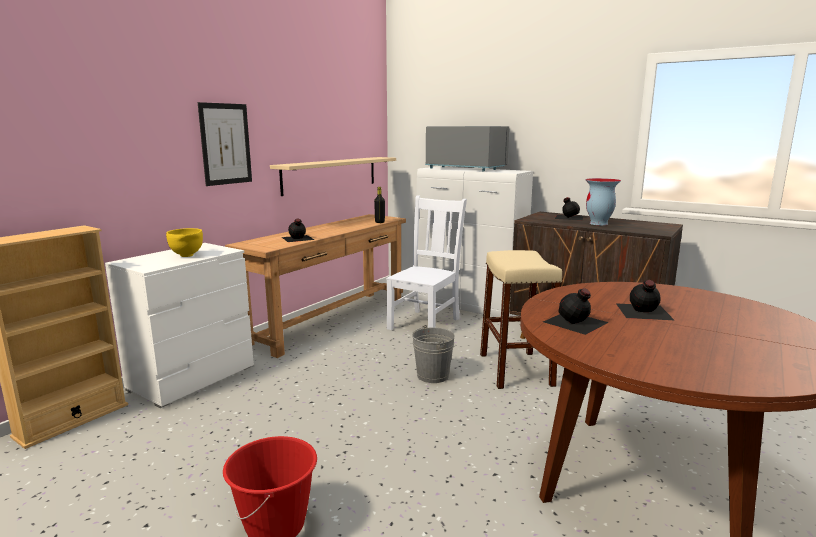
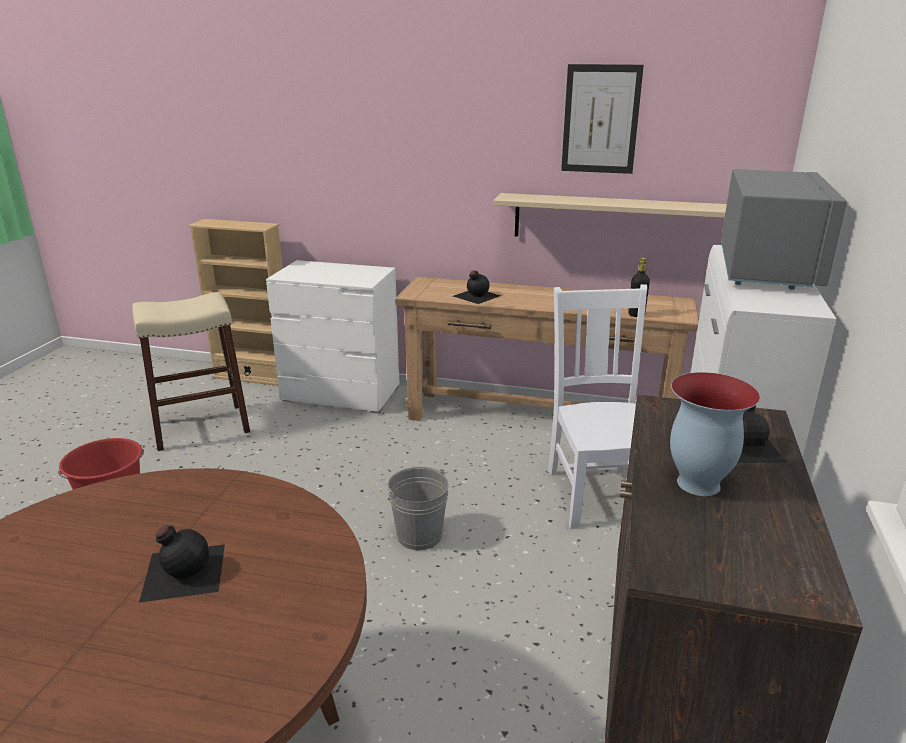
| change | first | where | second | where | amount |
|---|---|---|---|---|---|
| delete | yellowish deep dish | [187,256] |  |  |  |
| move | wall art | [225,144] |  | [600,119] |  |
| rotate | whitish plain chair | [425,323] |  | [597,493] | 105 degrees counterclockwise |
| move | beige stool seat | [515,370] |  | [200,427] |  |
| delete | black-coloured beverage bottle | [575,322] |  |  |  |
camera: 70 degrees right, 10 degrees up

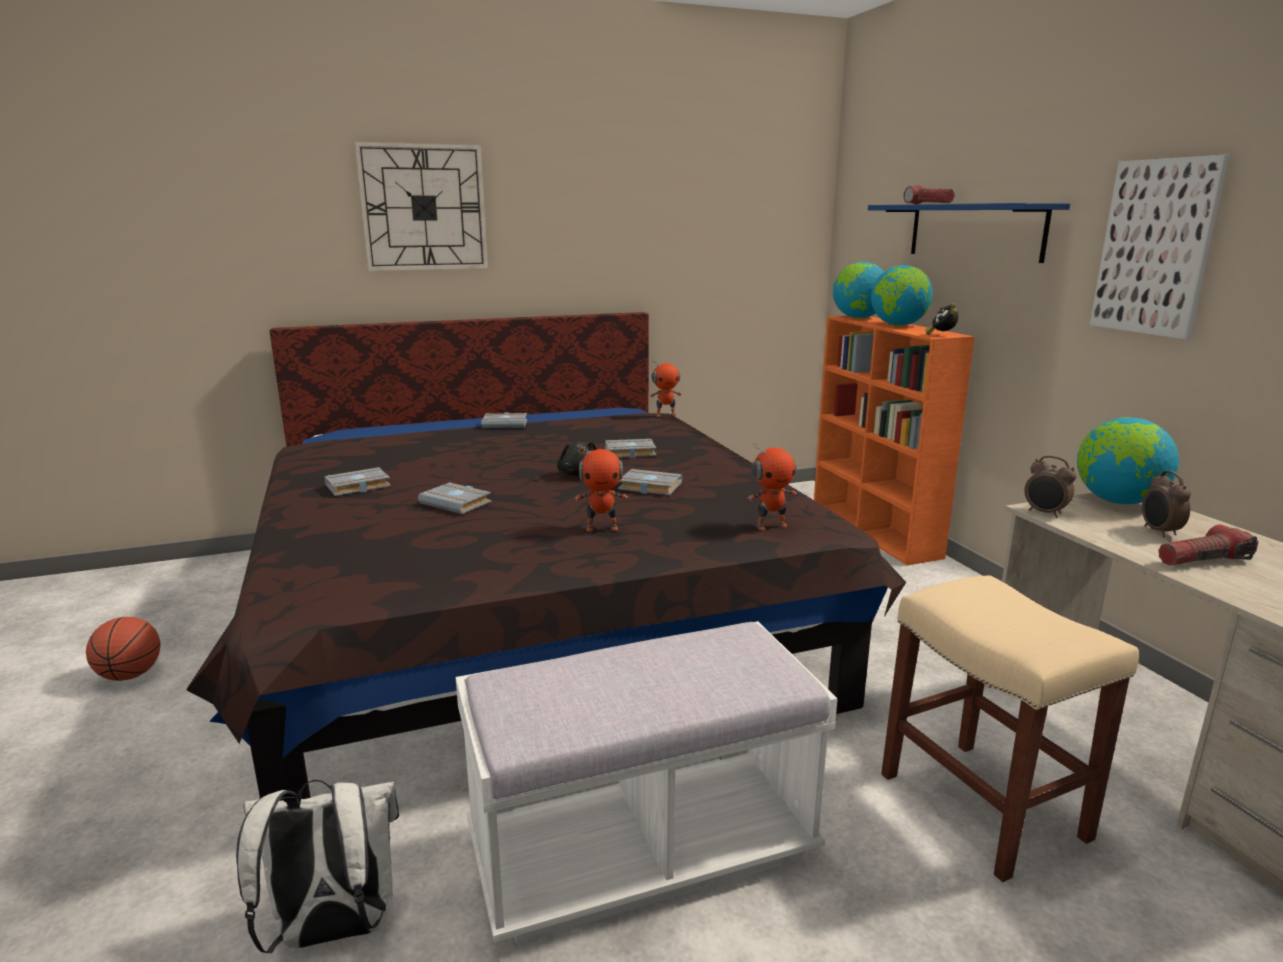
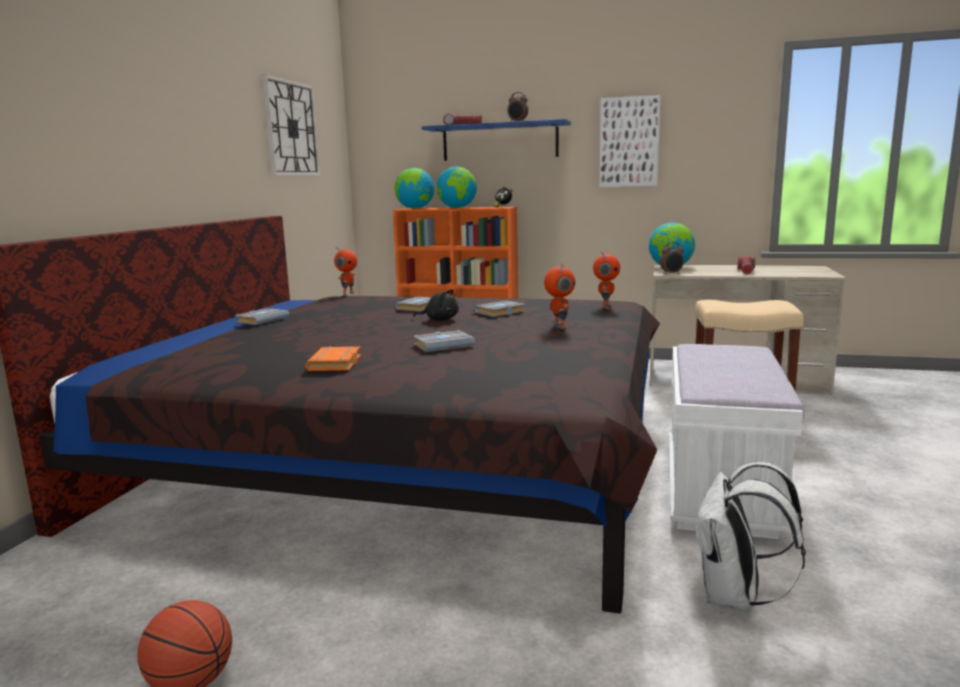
| change | first | where | second | where | amount |
|---|---|---|---|---|---|
| recolor | greyish volume | [357,487] | orange volume | [336,364] |  |
| move | hanging clock | [424,208] |  | [291,128] |  |
| rotate | model robot | [602,528] |  | [559,327] | 45 degrees counterclockwise |
| move | table clock | [1159,532] |  | [517,122] |  |
camera: 55 degrees left, 5 degrees down

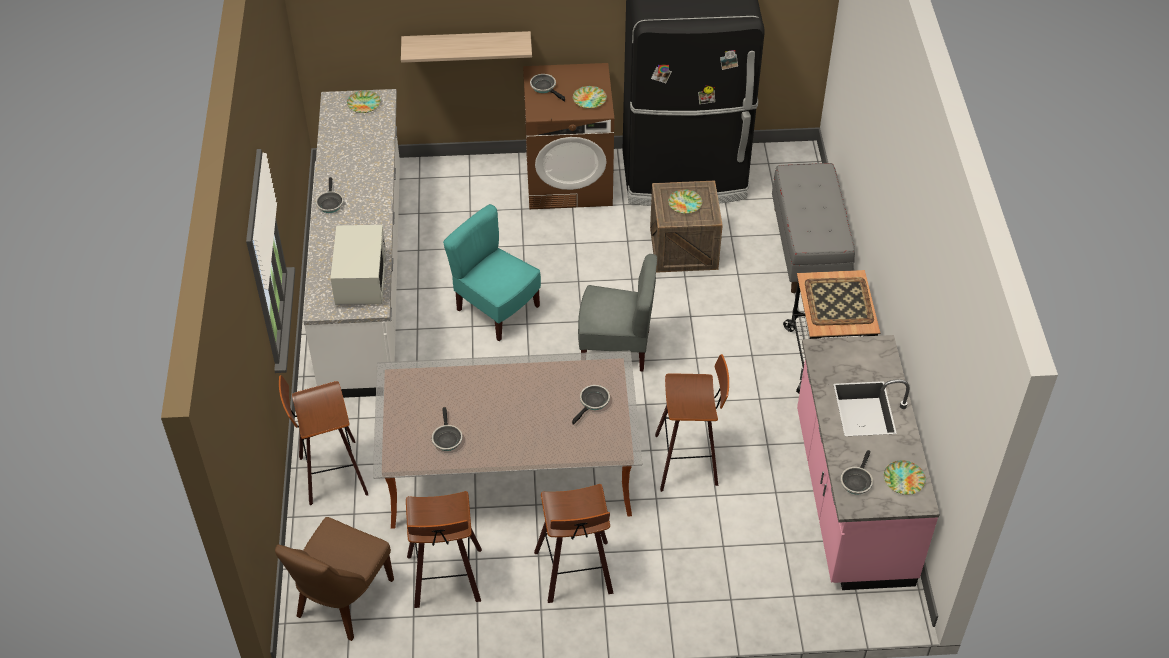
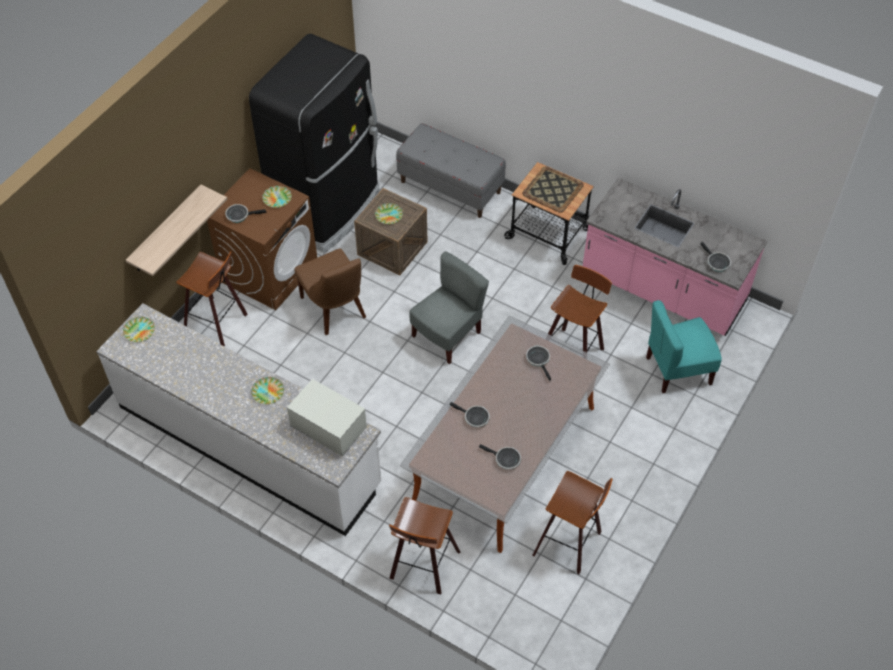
| change | first | where | second | where | amount |
|---|---|---|---|---|---|
| move | brown plain chair | [342,601] |  | [335,309] |  |
| move | pan | [330,203] |  | [474,418] |  |
| move | turquoise-coloured plain chair | [496,309] |  | [677,370] |  |
| move | stool seat | [576,574] |  | [218,323] |  |
| move | flat dish | [903,479] |  | [267,392] |  |
camera: 55 degrees left, 5 degrees up

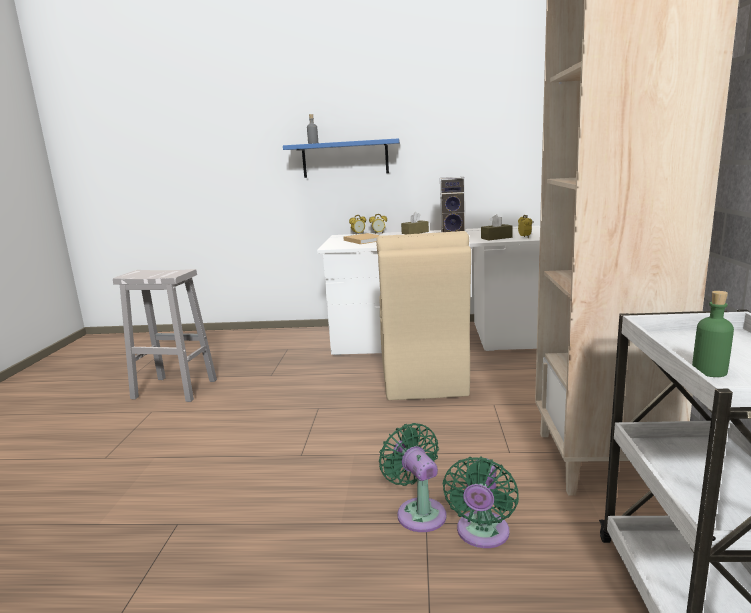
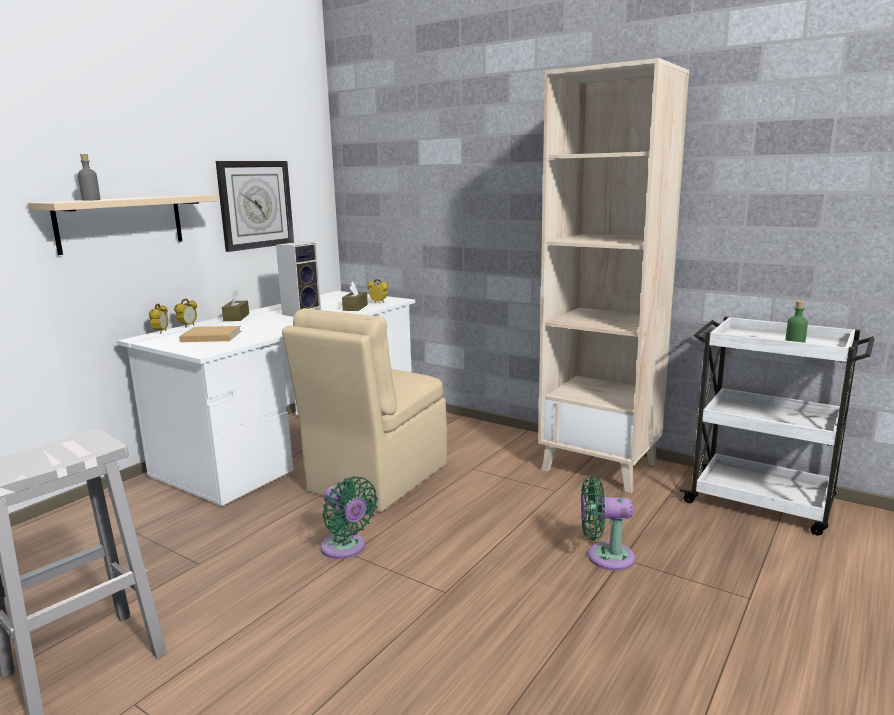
| change | first | where | second | where | amount |
|---|---|---|---|---|---|
| recolor | blue shelf | [345,159] | beige shelf | [120,223] |  |
| rotate | beige plain chair | [423,379] |  | [376,479] | 90 degrees clockwise |
| move | greenish cooling fan | [482,534] |  | [346,548] |  |
| insert |  |  | hanging clock | [255,204] |  |
camera: 60 degrees left, 0 degrees up

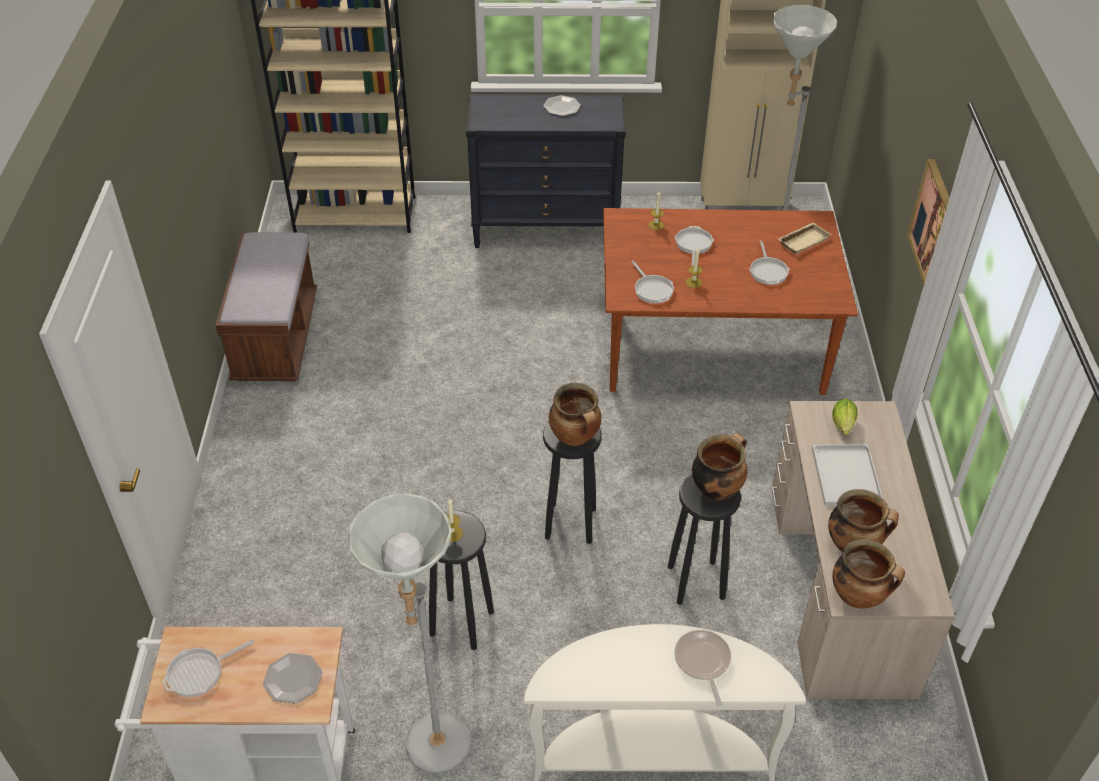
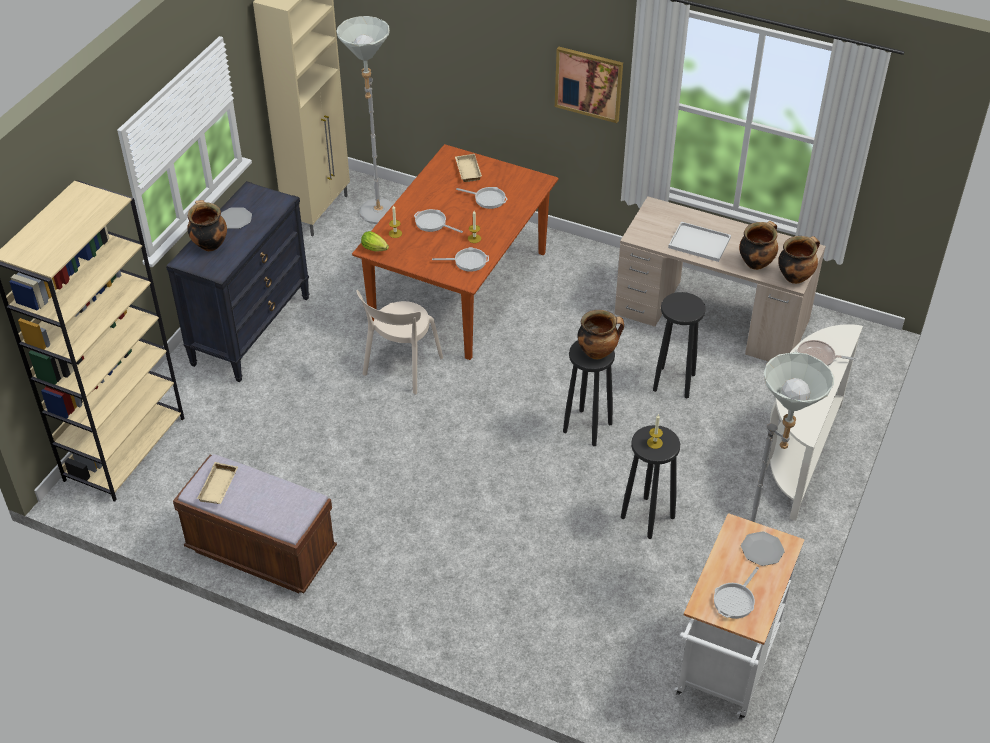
| change | first | where | second | where | amount |
|---|---|---|---|---|---|
| rotate | pan | [199,673] |  | [735,600] | 45 degrees clockwise |
| move | saucepot | [716,489] |  | [209,244] |  |
| move | head of lettuce | [843,426] |  | [376,249] |  |
| insert |  |  | beige serving tray | [219,487] |  |
| insert |  |  | beige plain chair | [401,368] |  |
camera: 65 degrees left, 0 degrees up

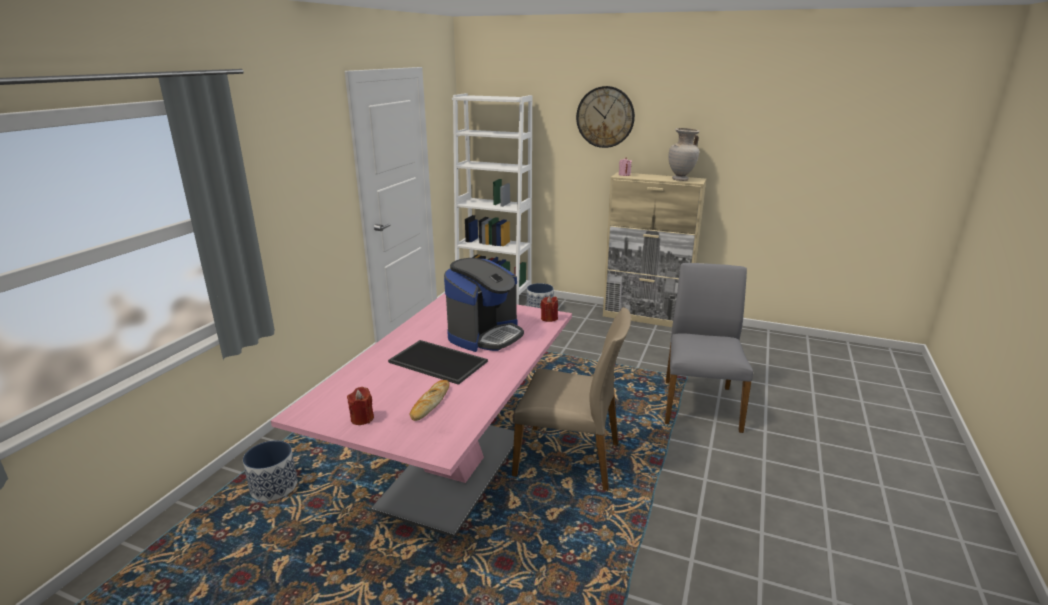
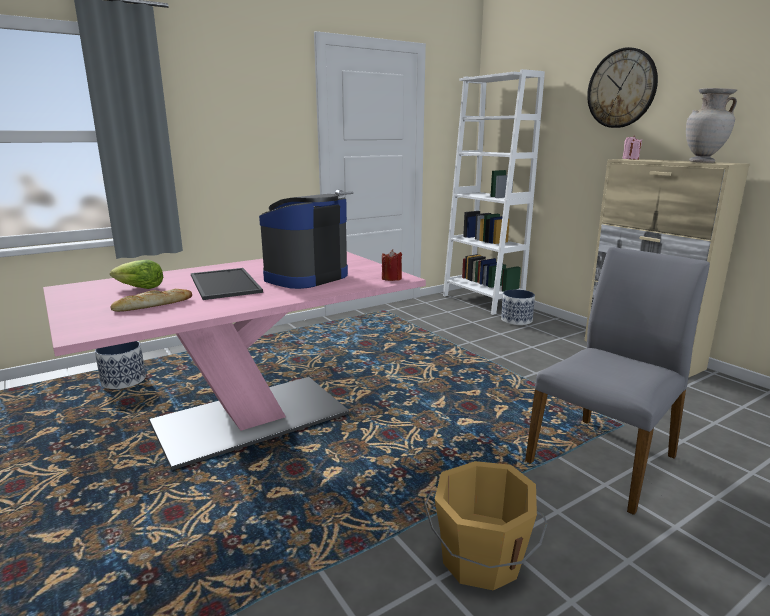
| change | first | where | second | where | amount |
|---|---|---|---|---|---|
| delete | red candle | [362,418] |  |  |  |
| rotate | coffee machine | [485,335] |  | [305,277] | 150 degrees clockwise |
| delete | beige plain chair | [569,459] |  |  |  |
| insert |  |  | head of lettuce | [139,288] |  |
| insert |  |  | orange bucket | [480,560] |  |
camera: 35 degrees right, 5 degrees down

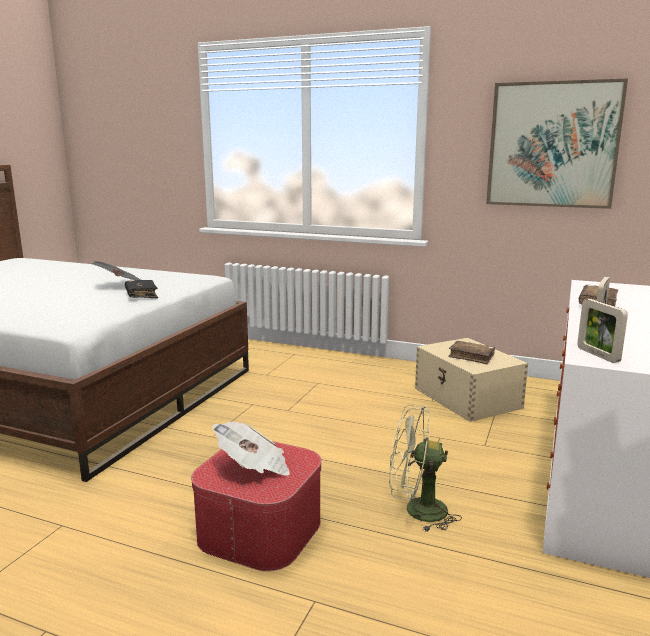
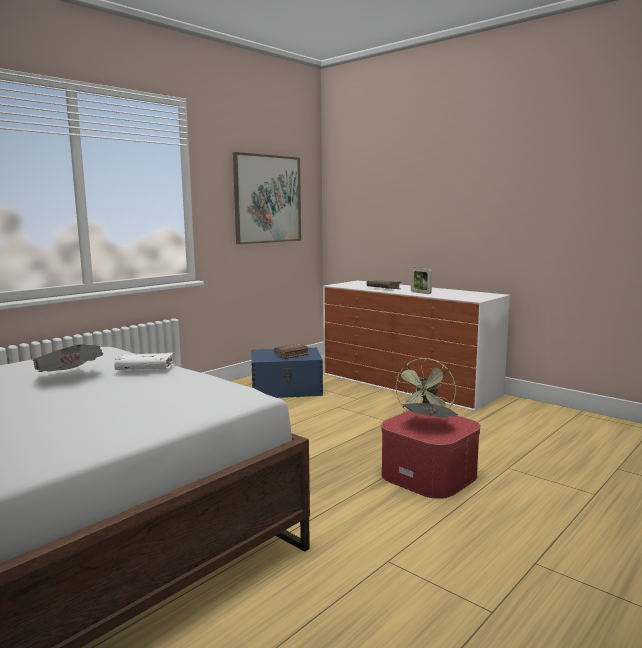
| change | first | where | second | where | amount |
|---|---|---|---|---|---|
| recolor | black-coloured volume | [141,295] | whitish volume | [145,369] |  |
| recolor | beige storage bin | [467,398] | blue storage bin | [287,389] |  |
| delete | standing frame | [597,355] |  |  |  |
camera: 70 degrees left, 5 degrees down

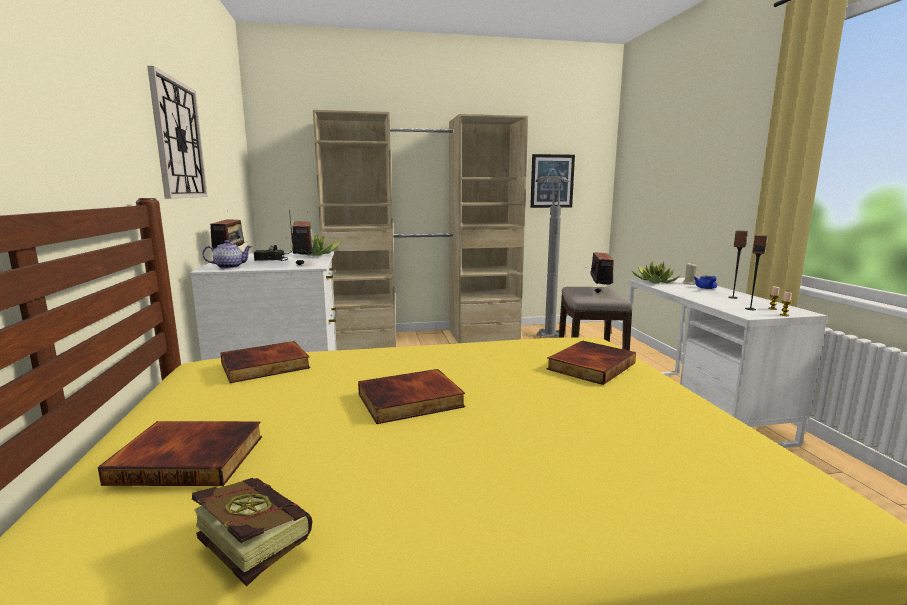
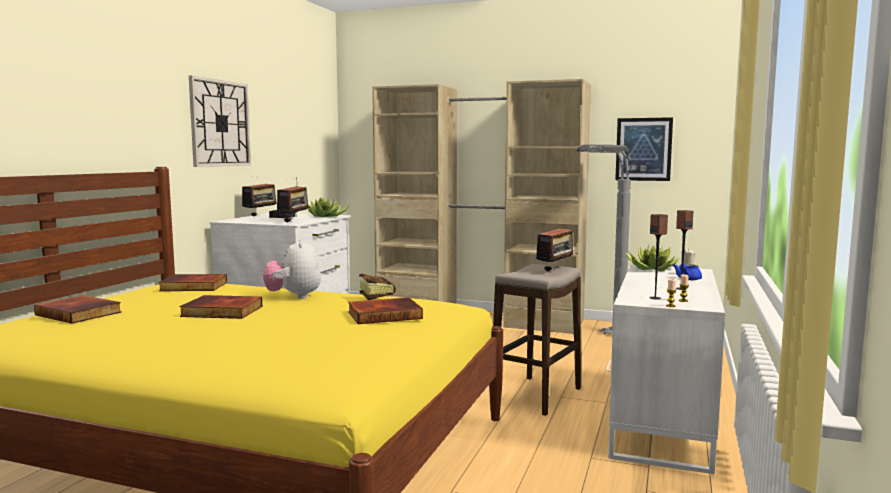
| change | first | where | second | where | amount |
|---|---|---|---|---|---|
| move | volume | [248,544] |  | [375,298] |  |
| delete | tea pot | [229,267] |  |  |  |
| insert |  |  | plush toy | [293,296] |  |
camera: 30 degrees right, 5 degrees down

